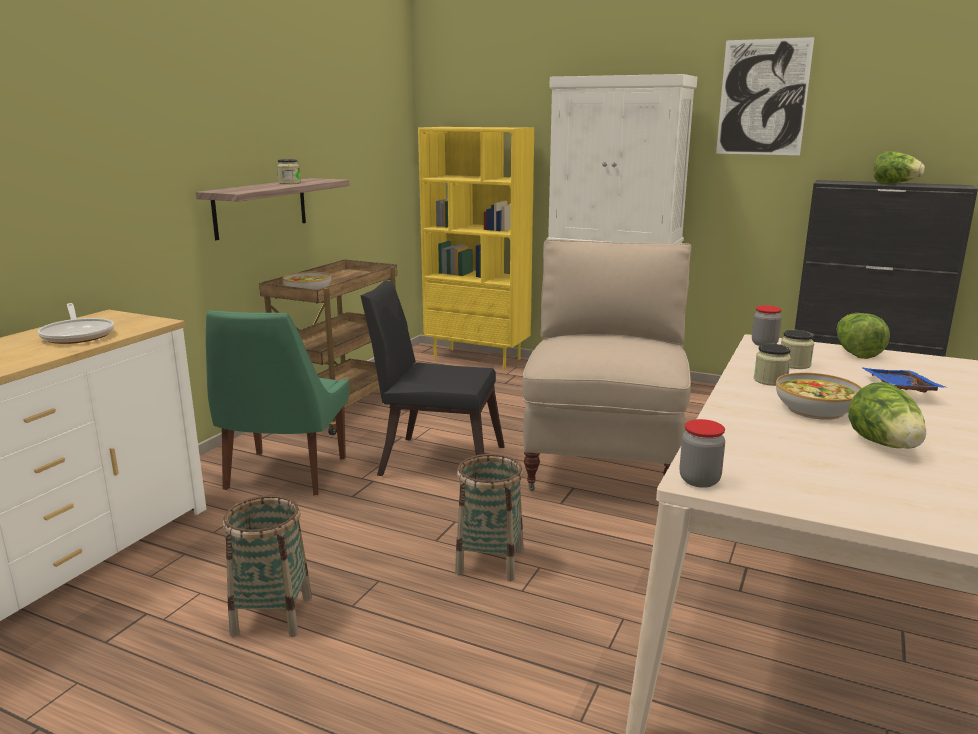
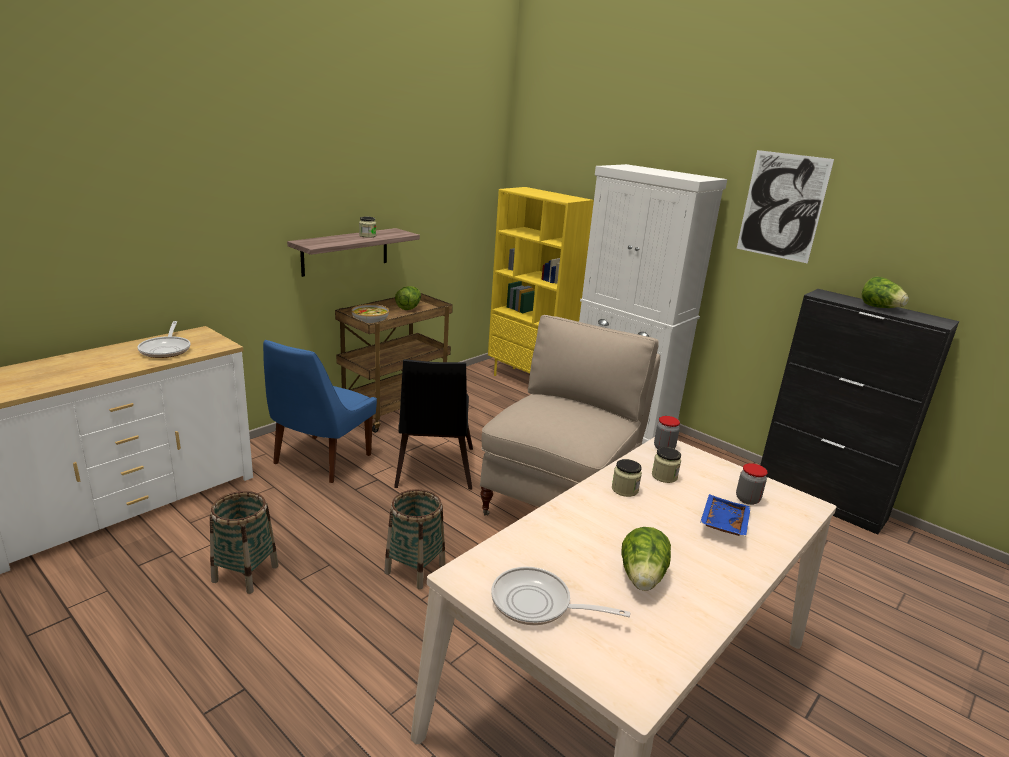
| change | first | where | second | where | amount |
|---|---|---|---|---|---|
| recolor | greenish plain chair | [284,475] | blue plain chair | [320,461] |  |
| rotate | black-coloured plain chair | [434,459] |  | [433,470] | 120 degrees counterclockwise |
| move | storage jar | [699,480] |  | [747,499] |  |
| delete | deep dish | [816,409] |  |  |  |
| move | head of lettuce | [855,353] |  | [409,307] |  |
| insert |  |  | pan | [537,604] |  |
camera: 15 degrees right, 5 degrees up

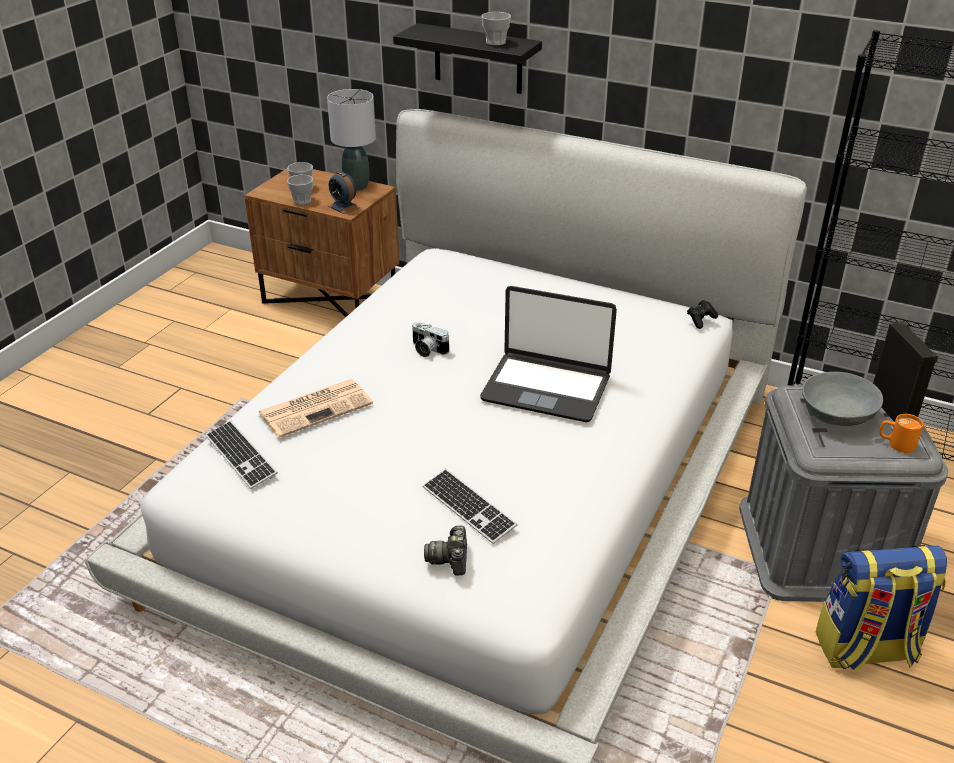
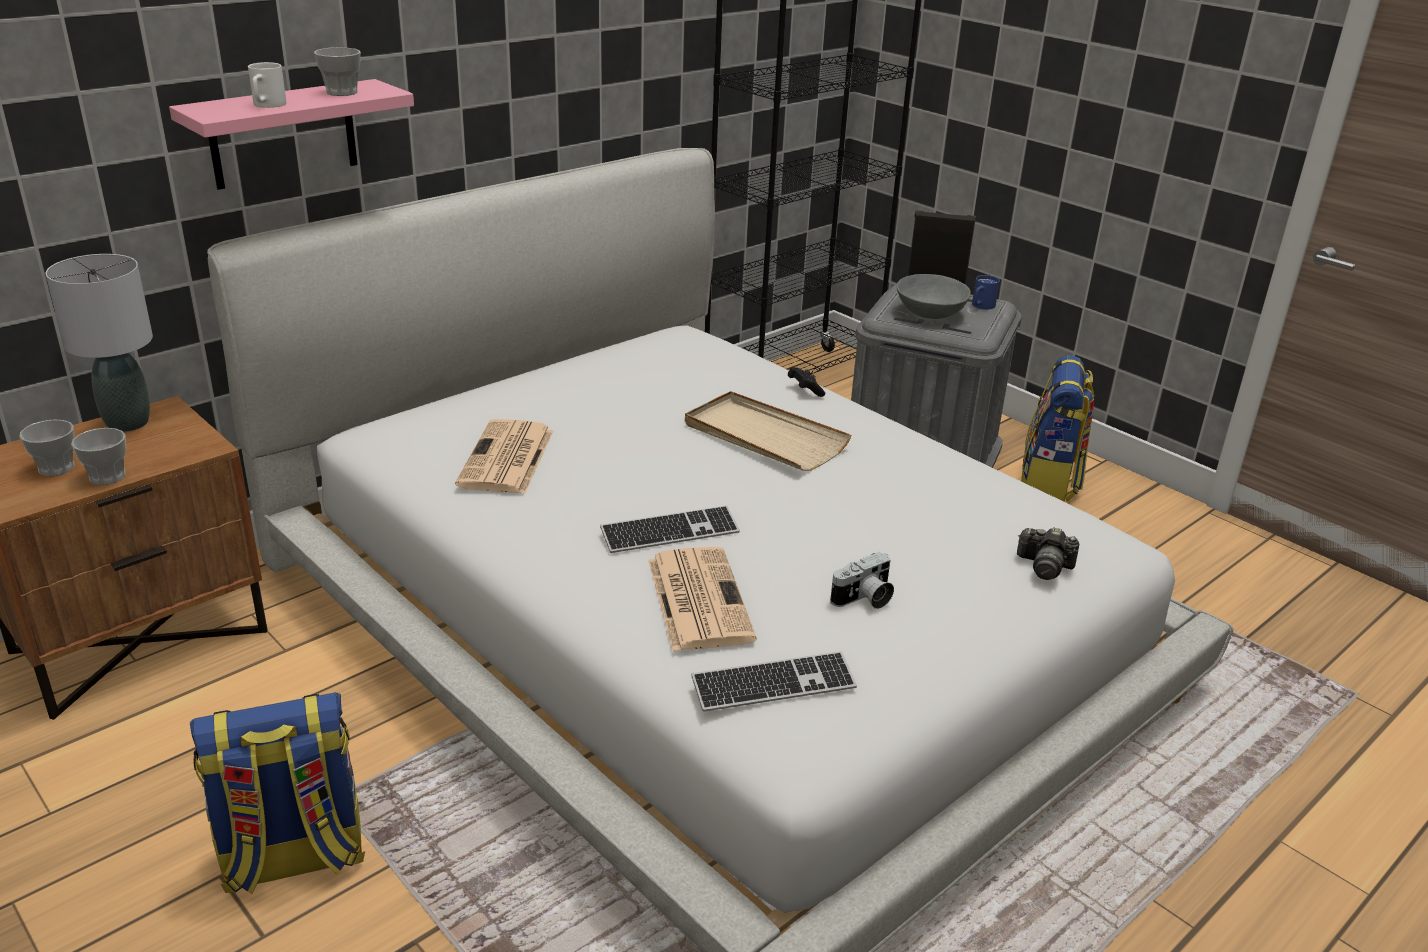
| change | first | where | second | where | amount |
|---|---|---|---|---|---|
| delete | table clock | [344,207] |  |  |  |
| recolor | black-coloured shelf | [478,59] | pinkish shelf | [283,134] |  |
| move | still camera | [427,350] |  | [864,599] |  |
| move | computer keyboard | [468,508] |  | [670,532] |  |
| replace | portable computer | [546,388] | beige serving tray | [764,437] |  |
| move | black-coloured game controller | [701,320] |  | [804,390] |  |
| recolor | orange coffee mug | [895,444] | blue coffee mug | [981,306] |  |
| insert |  |  | rucksack | [293,858] |  |
| insert |  |  | whitish coffee mug | [267,105] |  |
| insert |  |  | newspaper | [507,459] |  |
camera: 70 degrees left, 5 degrees down

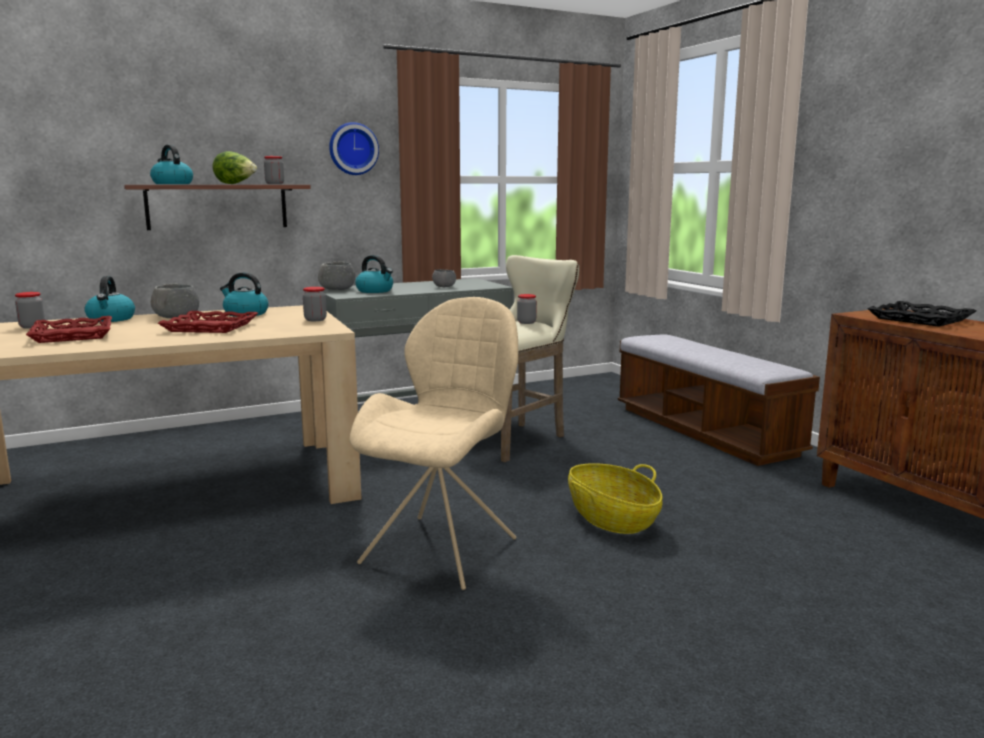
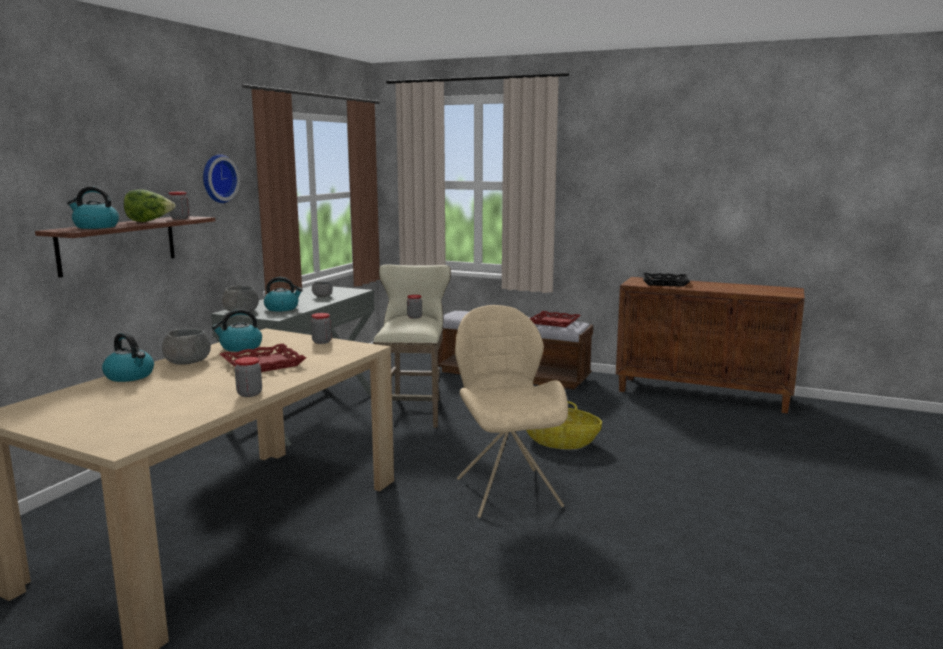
| change | first | where | second | where | amount |
|---|---|---|---|---|---|
| move | storage jar | [32,326] |  | [249,394] |  |
| move | red serving tray | [73,335] |  | [555,322] |  |
camera: 40 degrees left, 0 degrees up

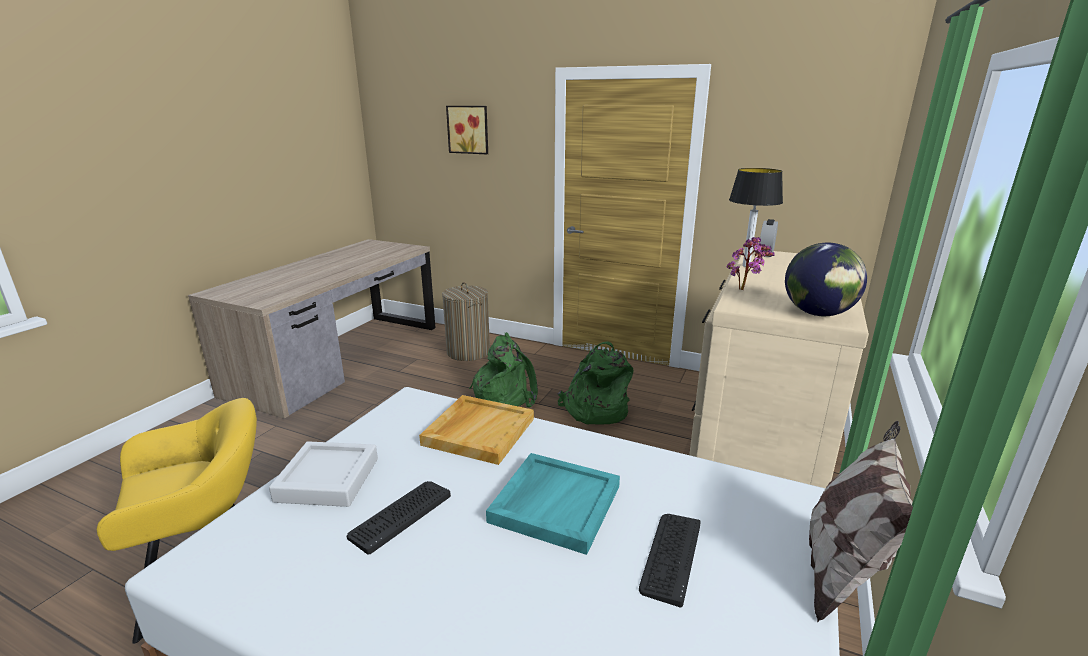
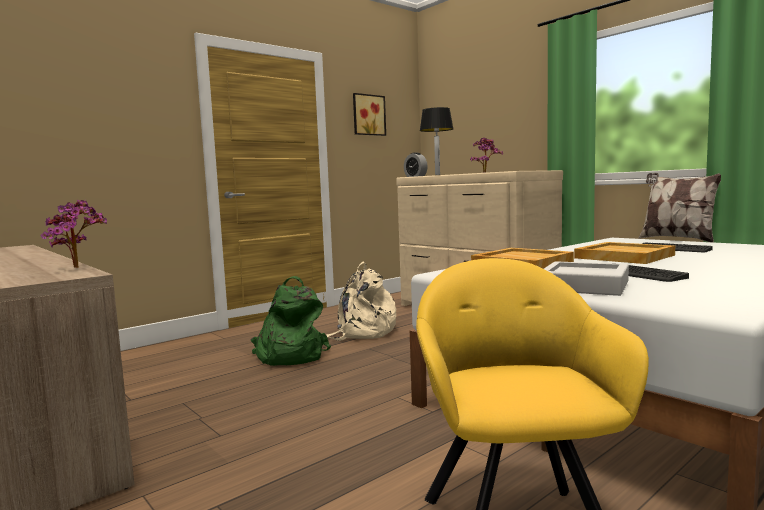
| change | first | where | second | where | amount |
|---|---|---|---|---|---|
| delete | hamper | [468,352] |  |  |  |
| move | wall art | [469,129] |  | [368,115] |  |
| recolor | turquoise-coloured serving tray | [555,503] | beige serving tray | [623,256] |  |
| recolor | greenish rucksack | [594,410] | beige rucksack | [362,332] |  |
| delete | world globe | [817,314] |  |  |  |
| insert |  |  | plant in a pot | [80,268] |  |
camera: 65 degrees left, 15 degrees down

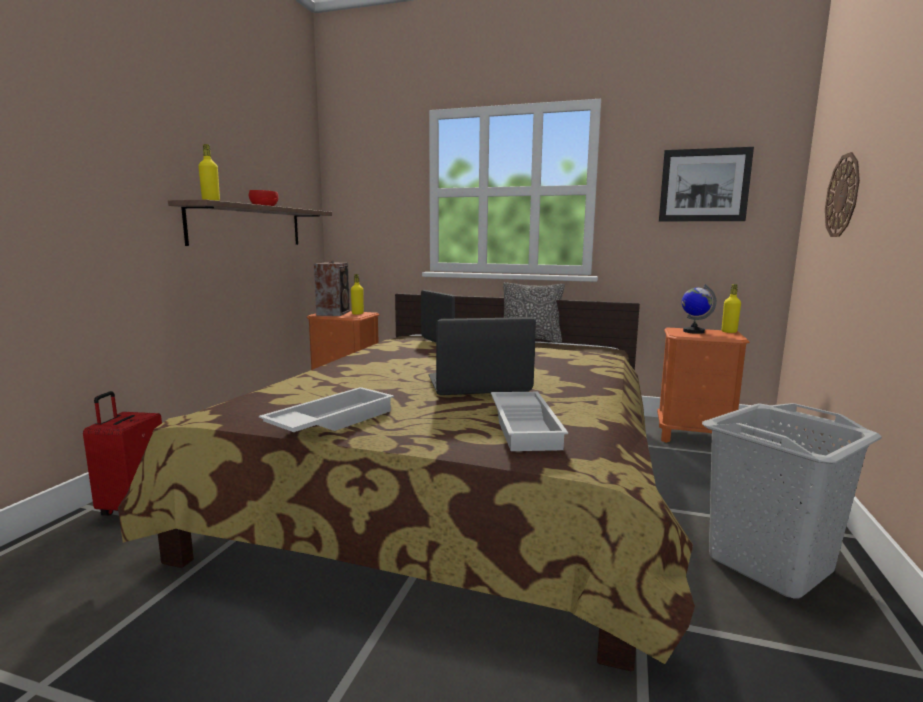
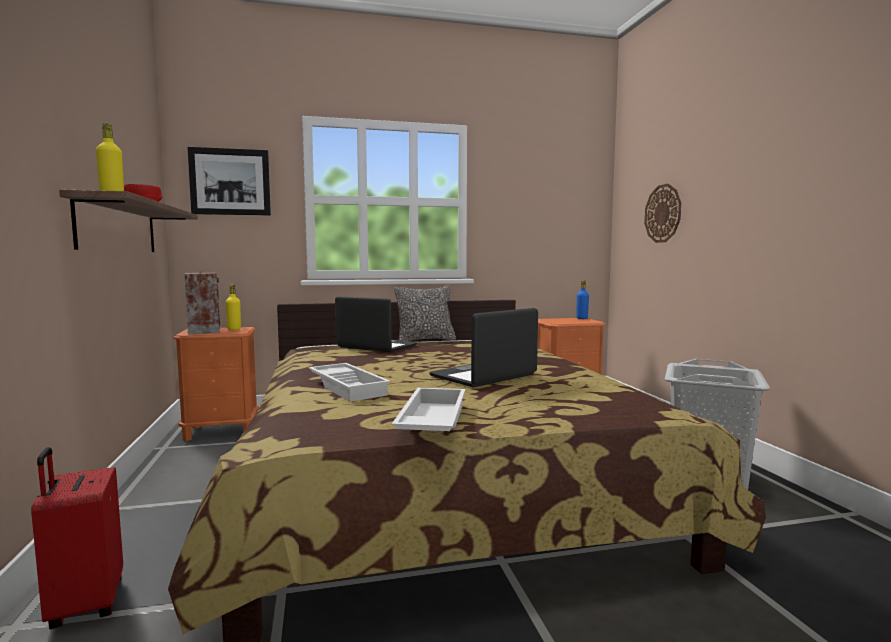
| change | first | where | second | where | amount |
|---|---|---|---|---|---|
| move | whitish serving tray | [526,427] |  | [349,387] |  |
| move | wall art | [704,185] |  | [230,182] |  |
| delete | world globe | [693,331] |  |  |  |
| recolor | yellowish beverage bottle | [729,332] | blue beverage bottle | [582,318] |  |
camera: 30 degrees left, 5 degrees down

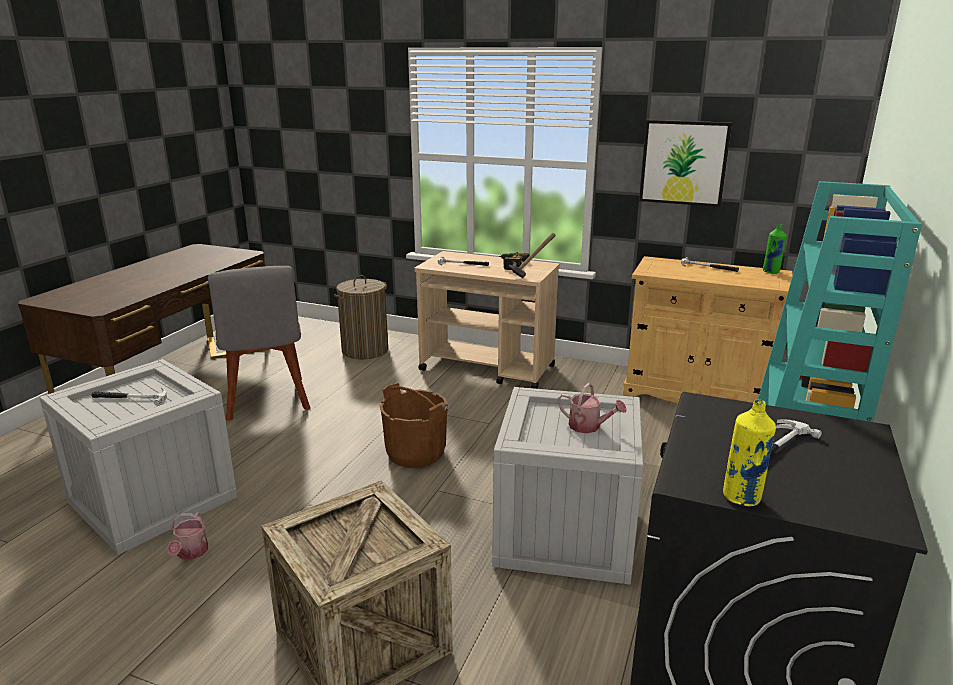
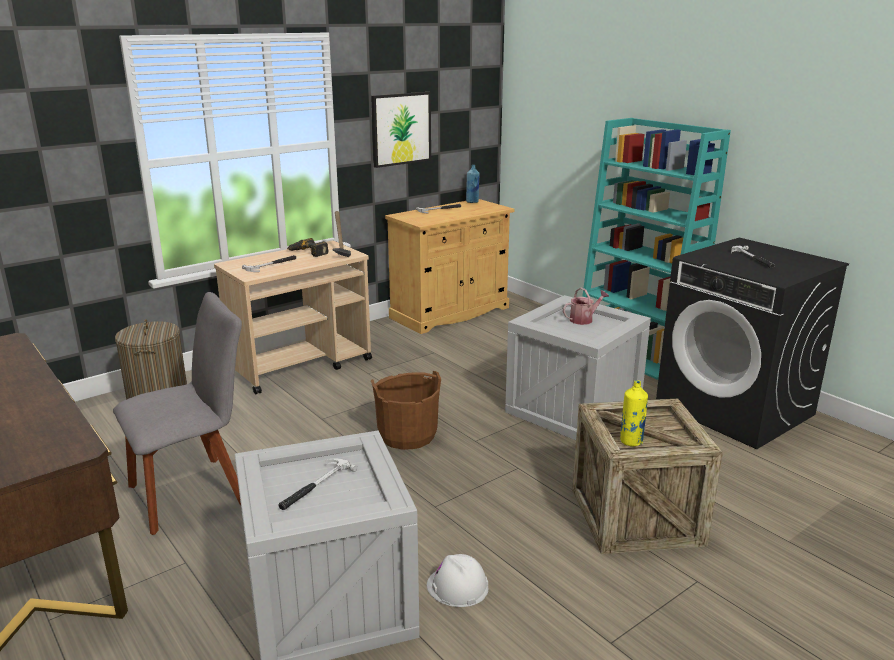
| change | first | where | second | where | amount |
|---|---|---|---|---|---|
| replace | watering can | [191,553] | whitish safety helmet | [457,586] |  |
| rotate | greyish plain chair | [267,401] |  | [194,492] | 45 degrees counterclockwise |
| move | yellowish beverage bottle | [742,497] |  | [631,441] |  |
| recolor | greenish beverage bottle | [771,272] | blue beverage bottle | [472,202] |  |
camera: 60 degrees left, 0 degrees up

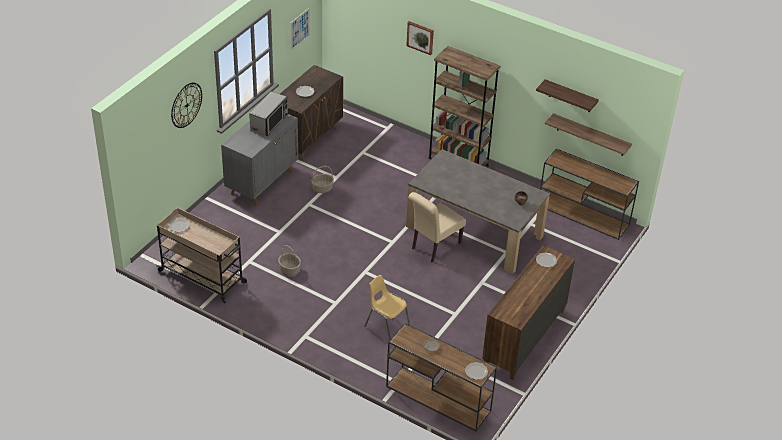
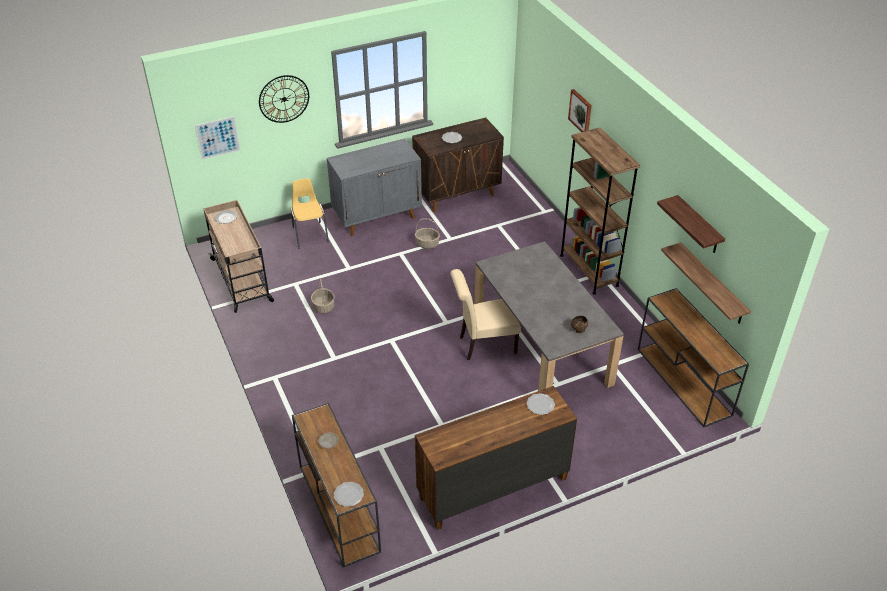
| change | first | where | second | where | amount |
|---|---|---|---|---|---|
| delete | microwave oven | [269,122] |  |  |  |
| move | wall art | [300,29] |  | [217,137] |  |
| move | yellowish plain chair | [386,326] |  | [310,234] |  |
camera: 35 degrees right, 0 degrees up

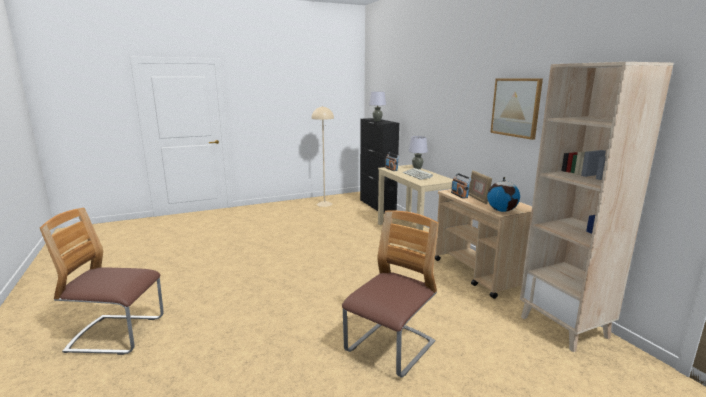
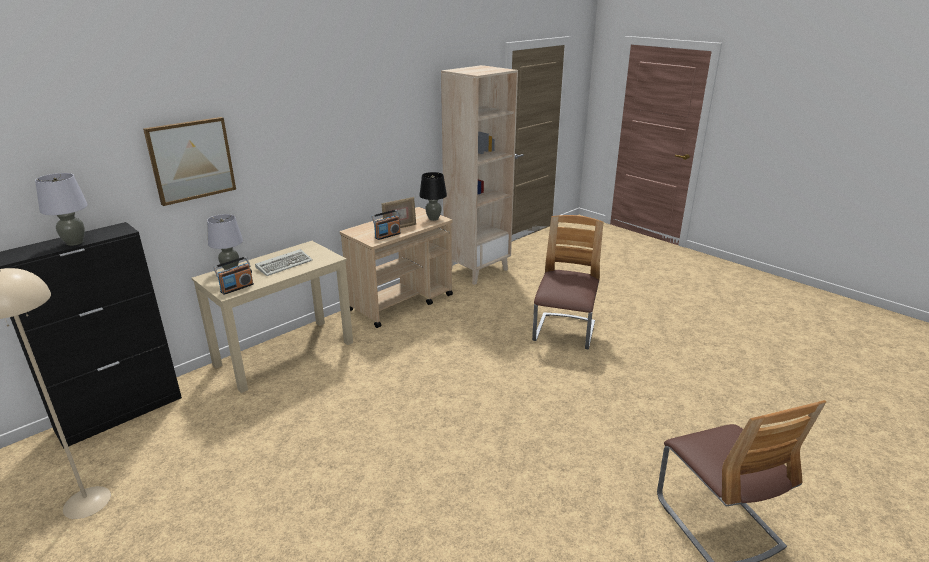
| change | first | where | second | where | amount |
|---|---|---|---|---|---|
| rotate | plain chair | [390,348] |  | [564,333] | 90 degrees clockwise |
| replace | world globe | [501,210] | black-coloured tabletop lamp | [433,219] |  |
| move | wall art | [516,107] |  | [191,160] |  |
camera: 110 degrees left, 10 degrees up

